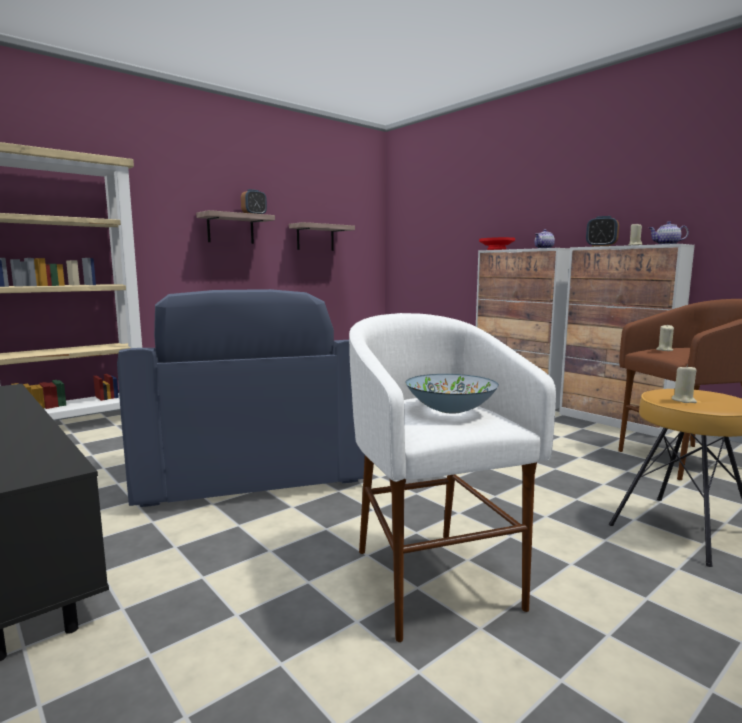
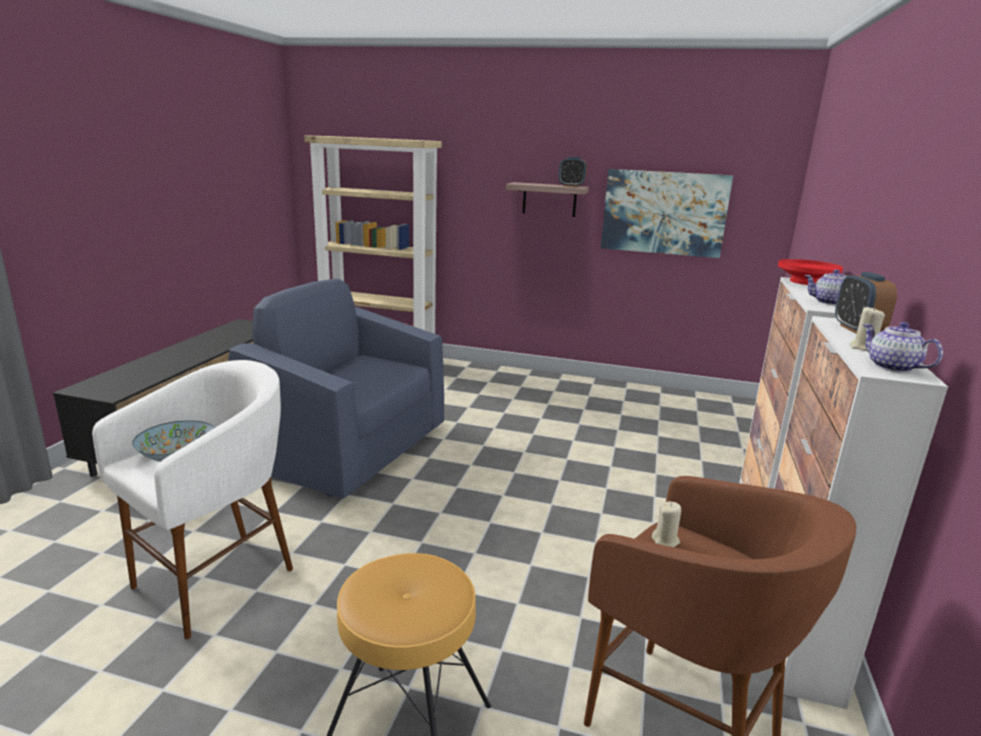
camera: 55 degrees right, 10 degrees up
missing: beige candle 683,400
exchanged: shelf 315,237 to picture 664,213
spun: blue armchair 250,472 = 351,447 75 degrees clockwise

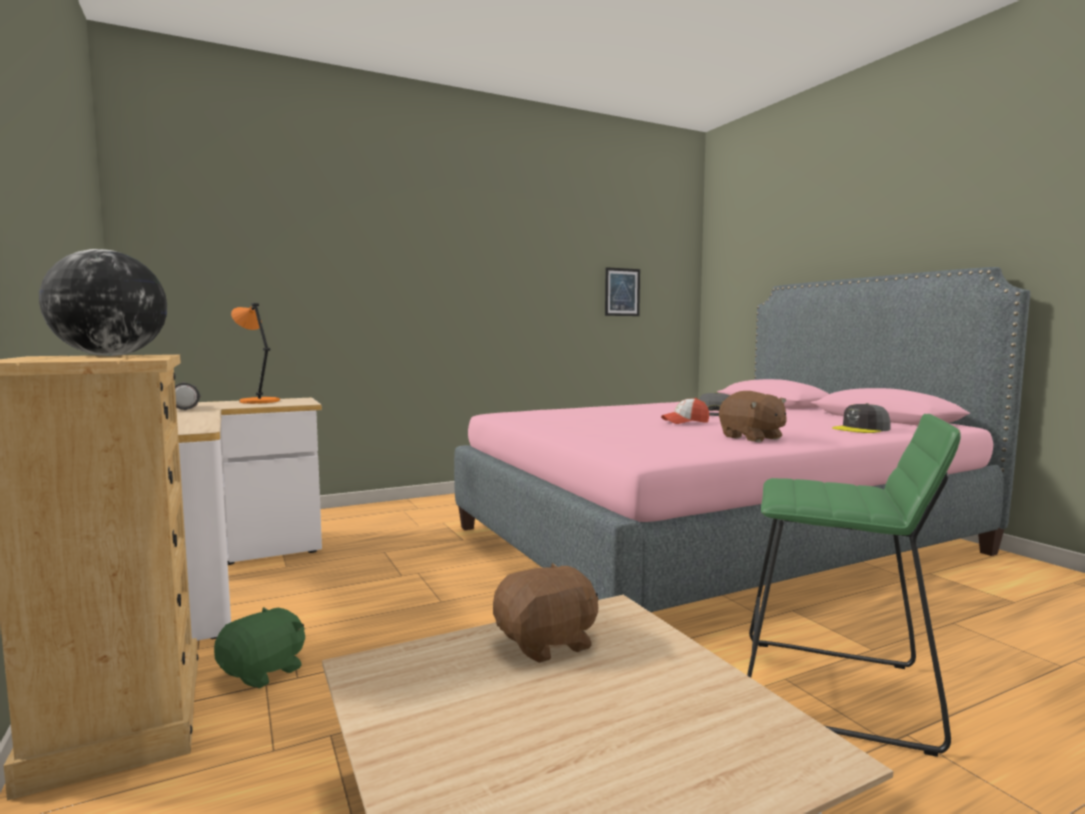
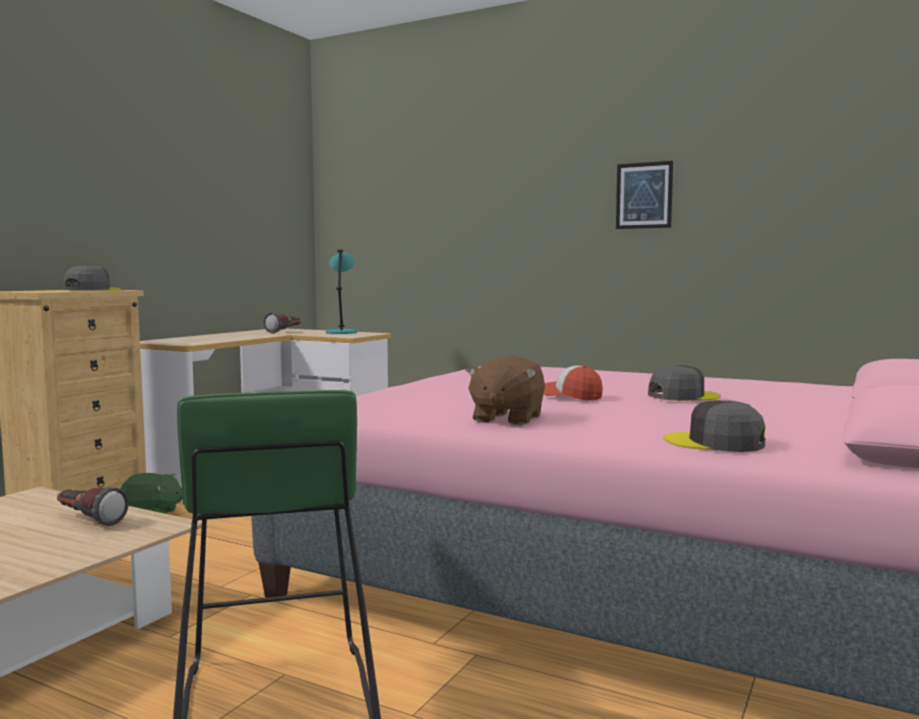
camera: 55 degrees right, 0 degrees up
relocated: picture 622,292 to 644,195
exchanged: globe 109,356 to grey cap 91,290; brown plush toy 547,643 to flashlight 88,520
colour: orange table lamp 258,401 to turquoise table lamp 341,332

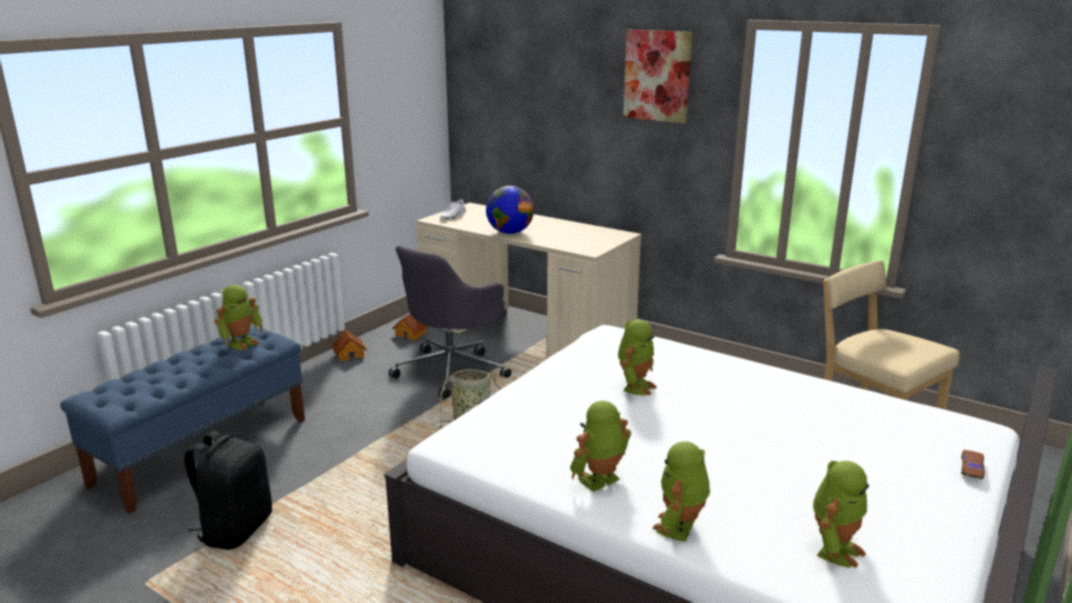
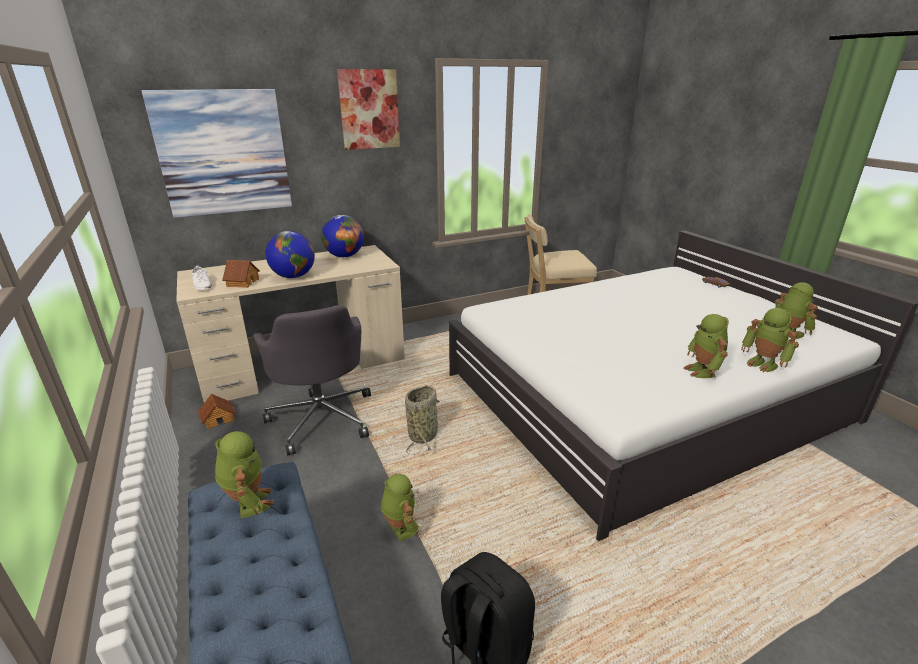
camera: 60 degrees left, 5 degrees up
appeared: picture 223,153; globe 344,256
relocated: toy robot 635,386 to 400,528; toy house 350,354 to 242,282

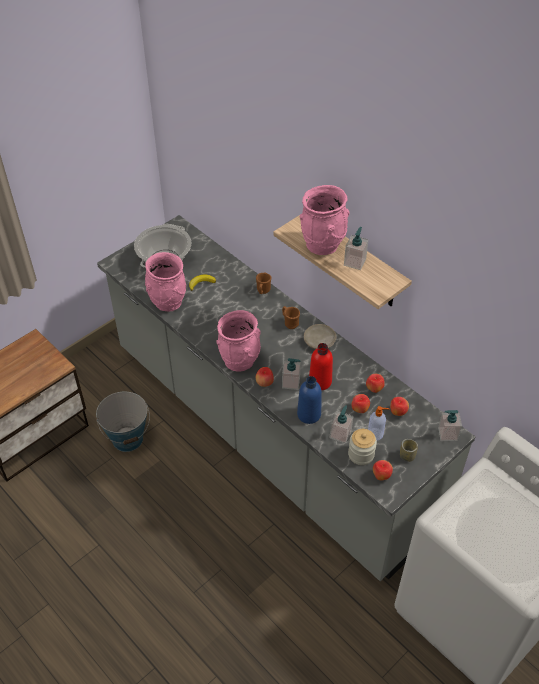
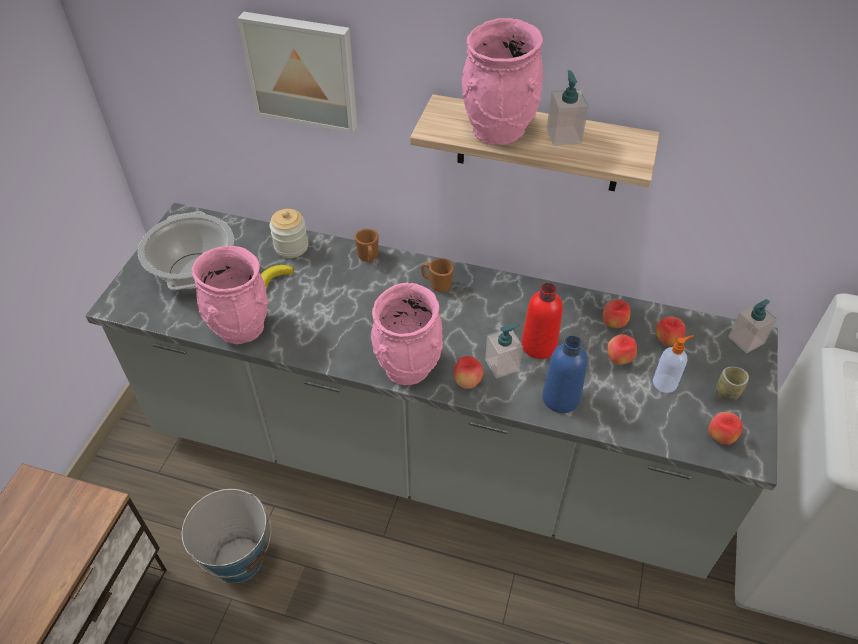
camera: 30 degrees left, 0 degrees up
missing: beige plate 319,341; soap dispenser 340,434
appeared: picture 302,70
relocated: jar 361,454 to 291,247

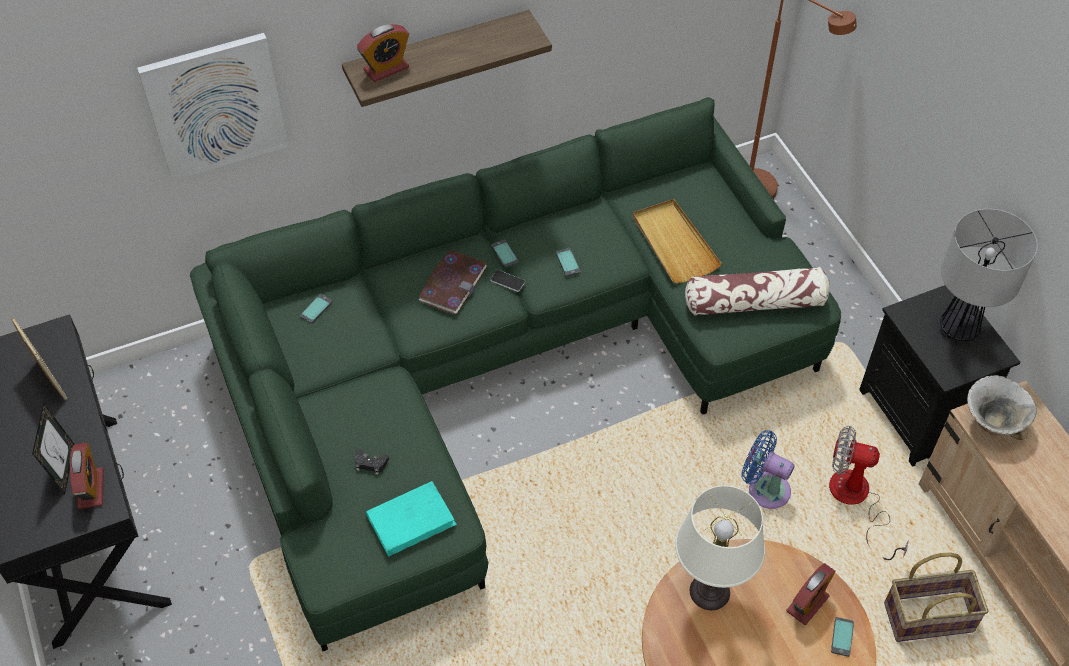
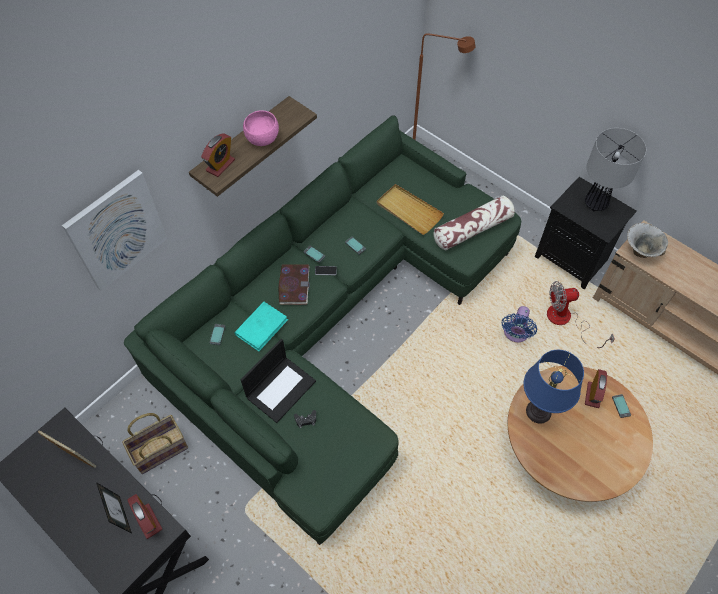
camera: 25 degrees left, 5 degrees up
appeared: pink bowl 262,139; laptop 281,388
relocated: turquoise book 411,520 to 261,327; basket 928,616 to 159,449
colour: white table lamp 710,592 to blue table lamp 538,411
spun: blue fan 764,488 = 515,334 75 degrees counterclockwise

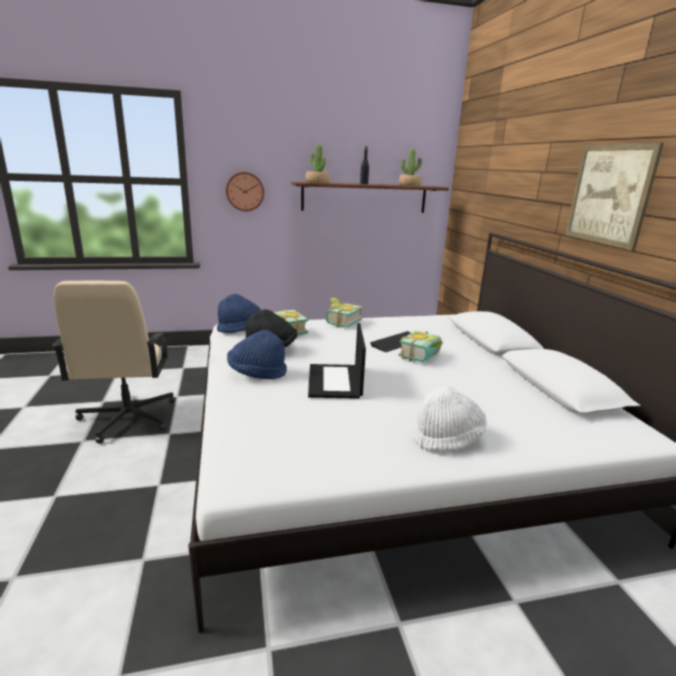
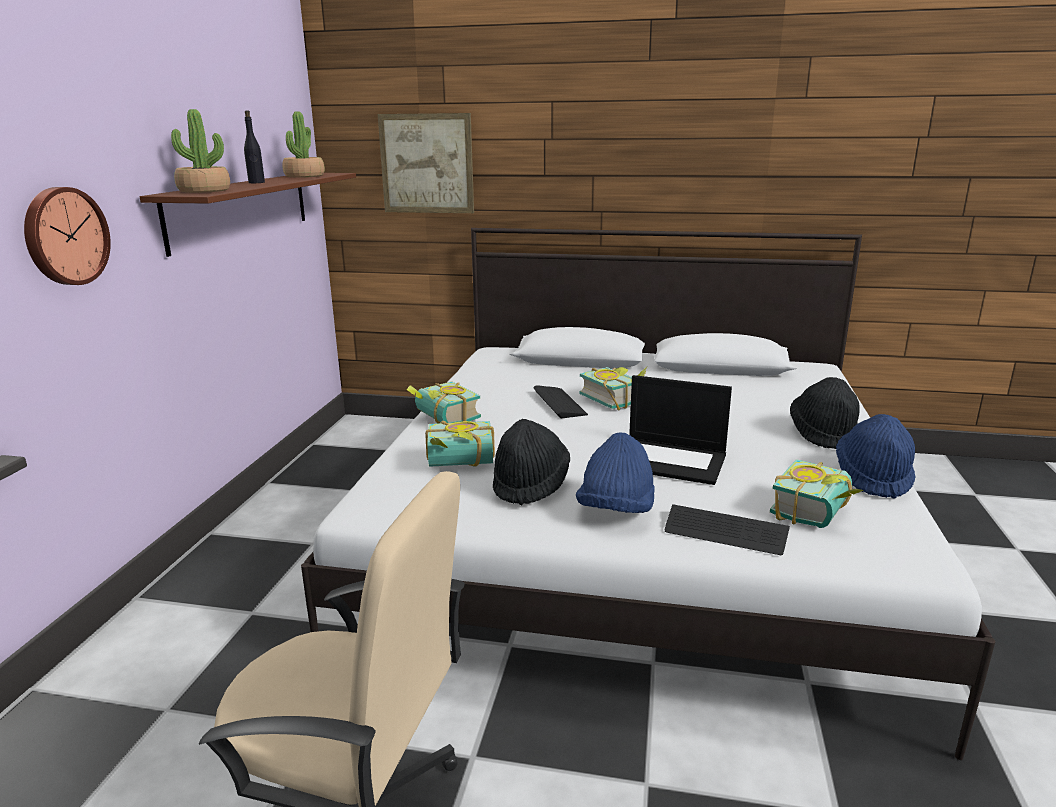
camera: 65 degrees left, 0 degrees up
appeared: book 818,513; keyboard 725,532
relocated: picture 609,195 to 427,164; blue hat 241,329 to 873,478
colour: white hat 447,438 to black hat 823,434

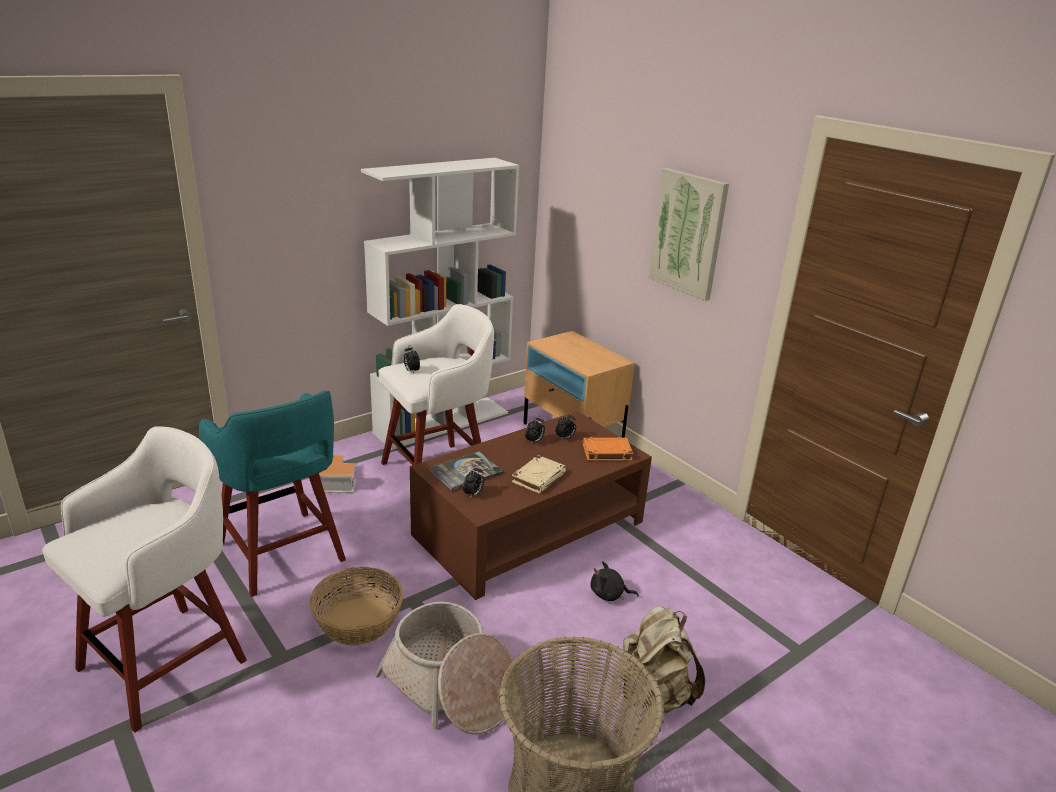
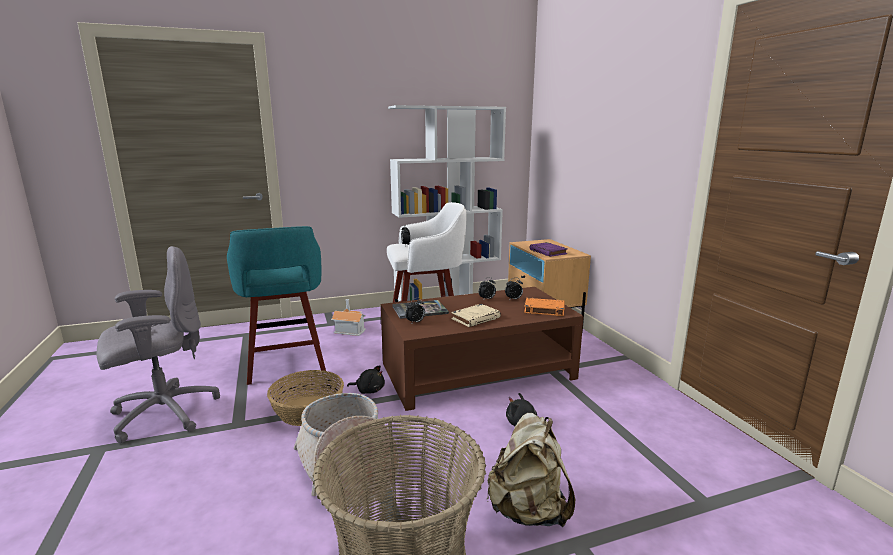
camera: 20 degrees right, 10 degrees down
missing: picture 688,233
appeared: purple book 548,252; black plush toy 369,390
exchanged: white stool 168,661 to grey office chair 163,413

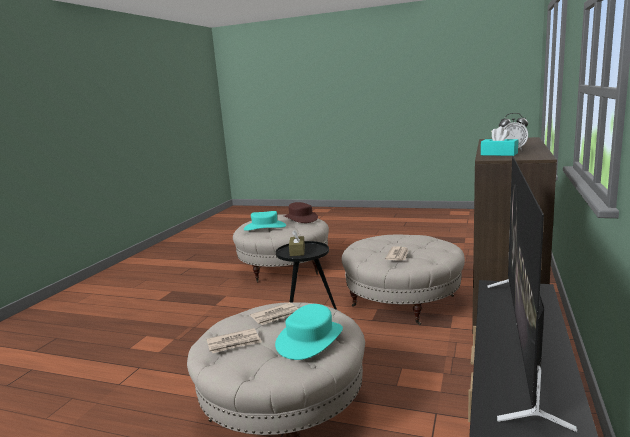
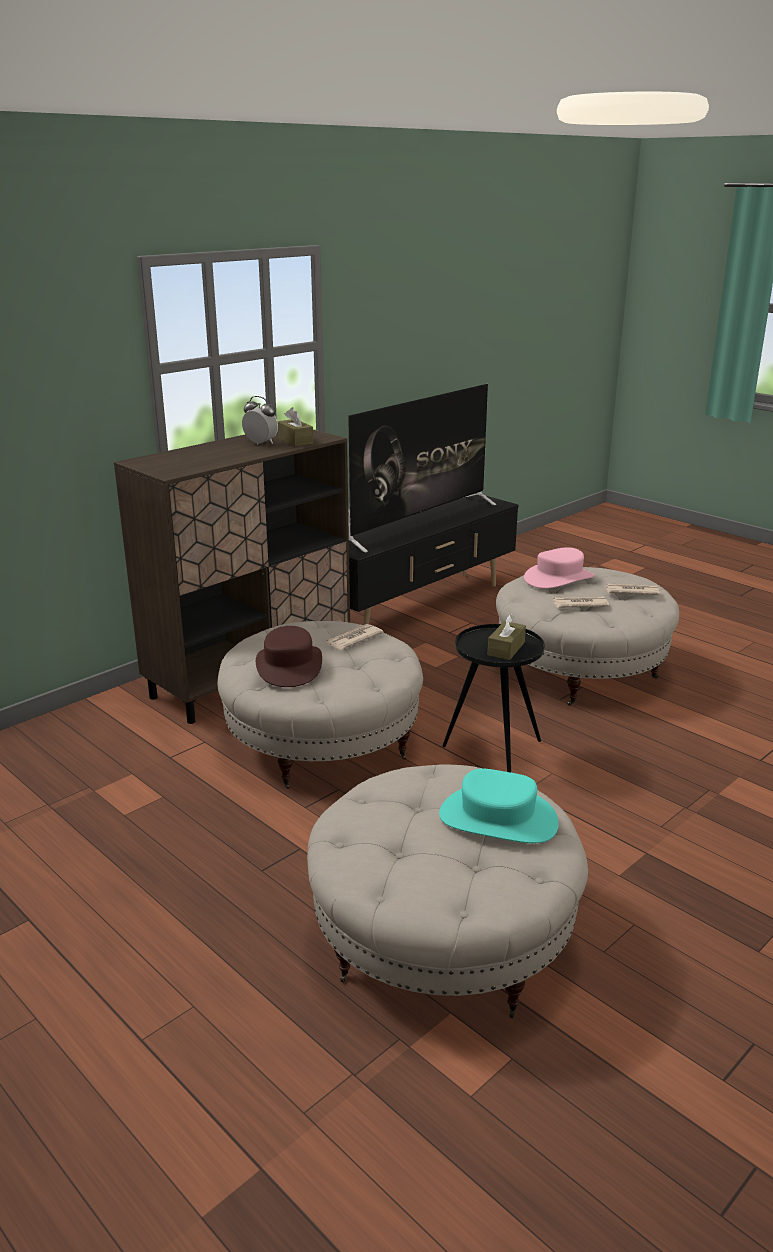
camera: 155 degrees left, 10 degrees up
relocated: brown hat 301,218 to 289,666
colour: turquoise tissue box 499,154 to brown tissue box 295,440; turquoise hat 310,339 to pink hat 559,578

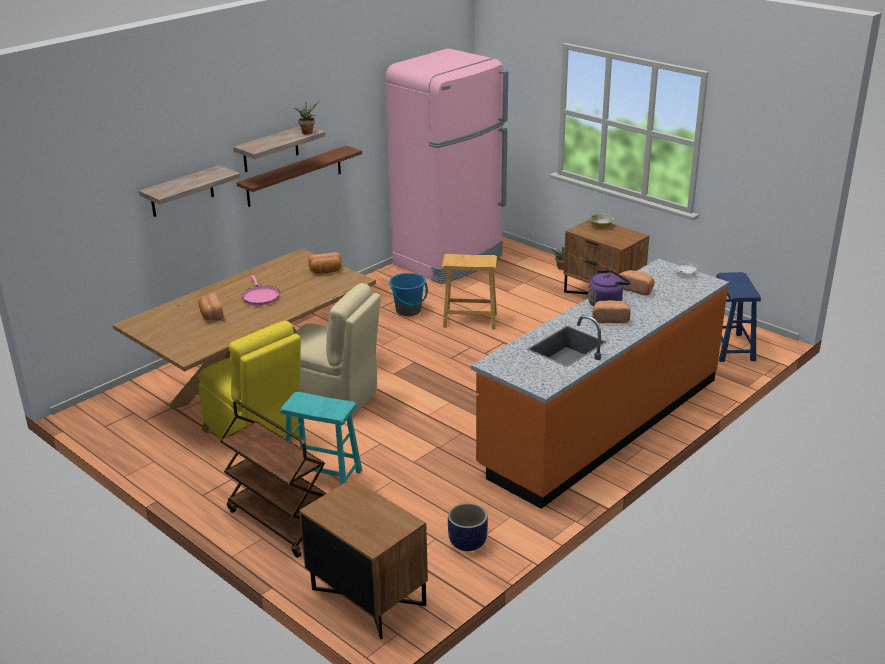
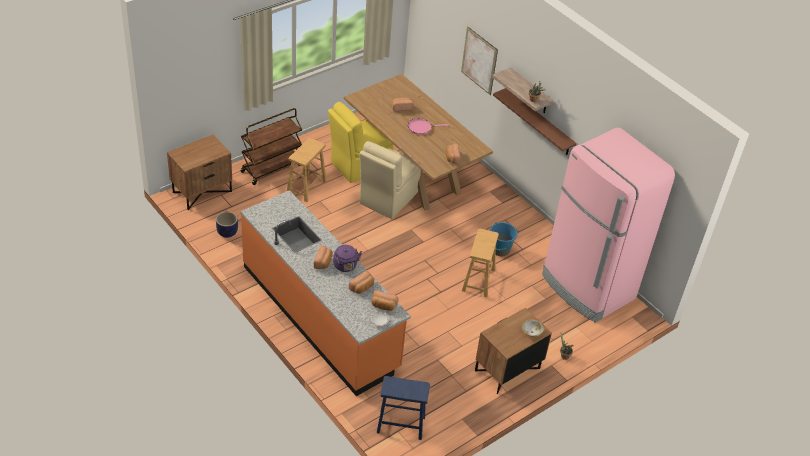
camera: 95 degrees right, 15 degrees up
appeared: bread 383,306
exchanged: shelf 182,191 to picture 479,60
colour: turquoise stool 323,476 to brown stool 306,187

